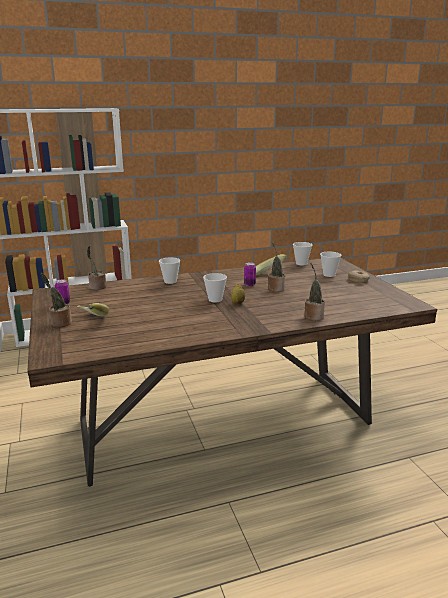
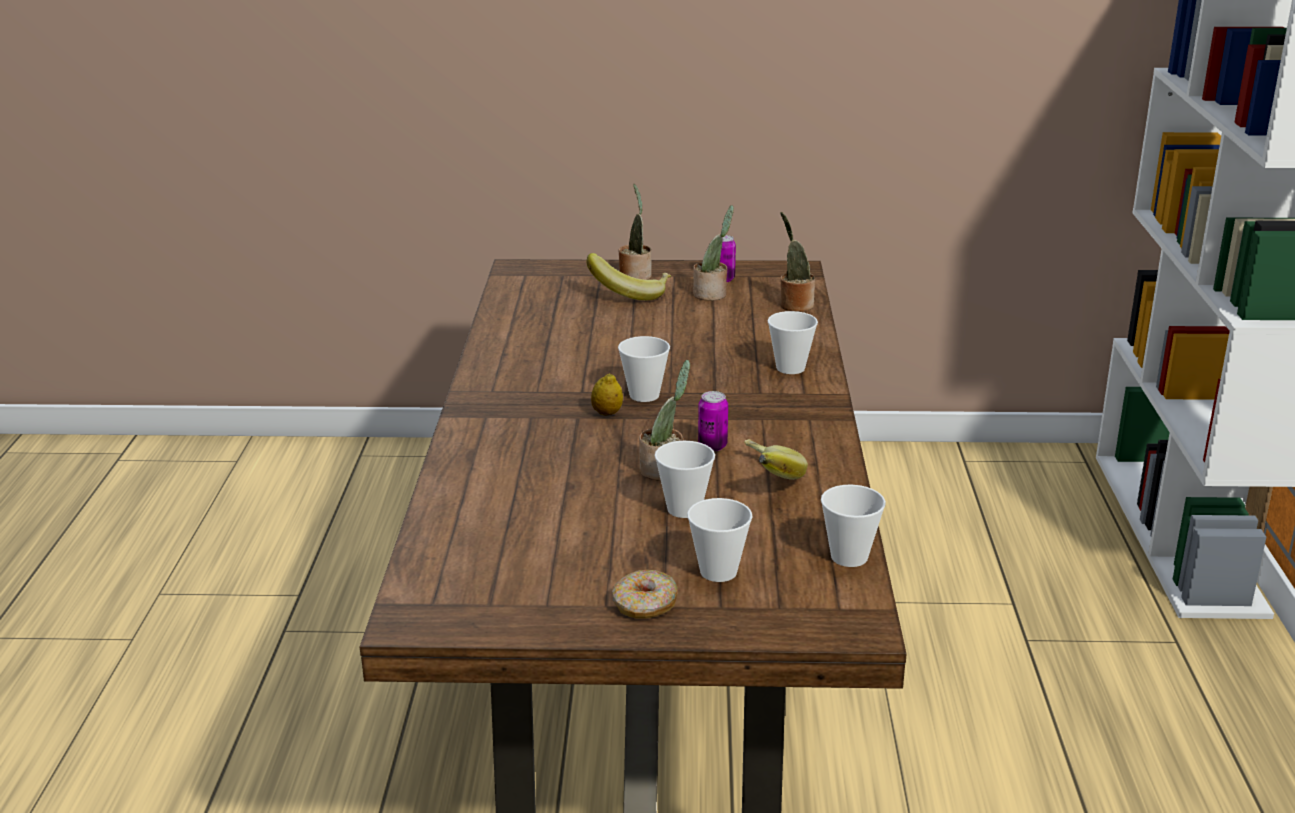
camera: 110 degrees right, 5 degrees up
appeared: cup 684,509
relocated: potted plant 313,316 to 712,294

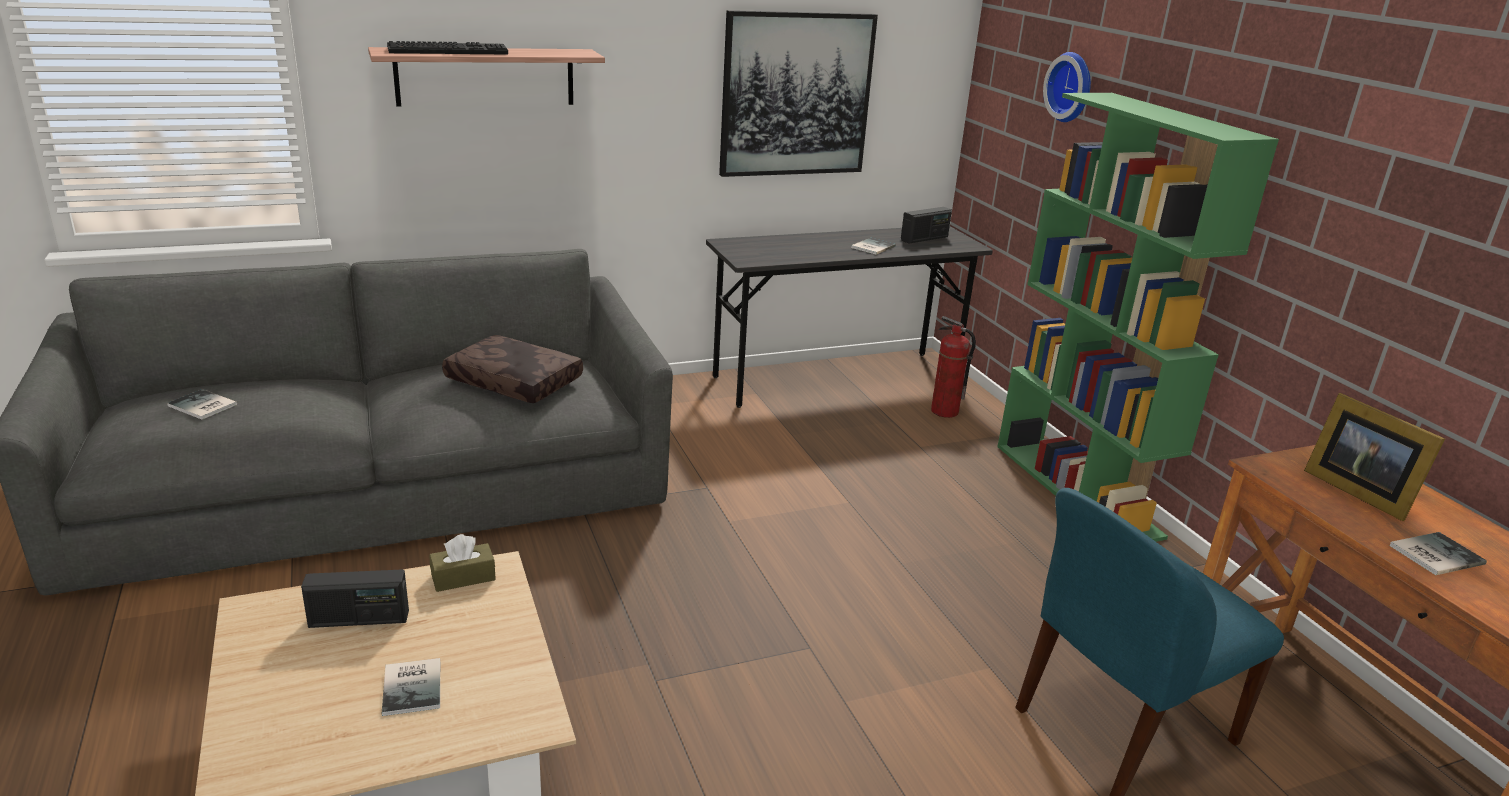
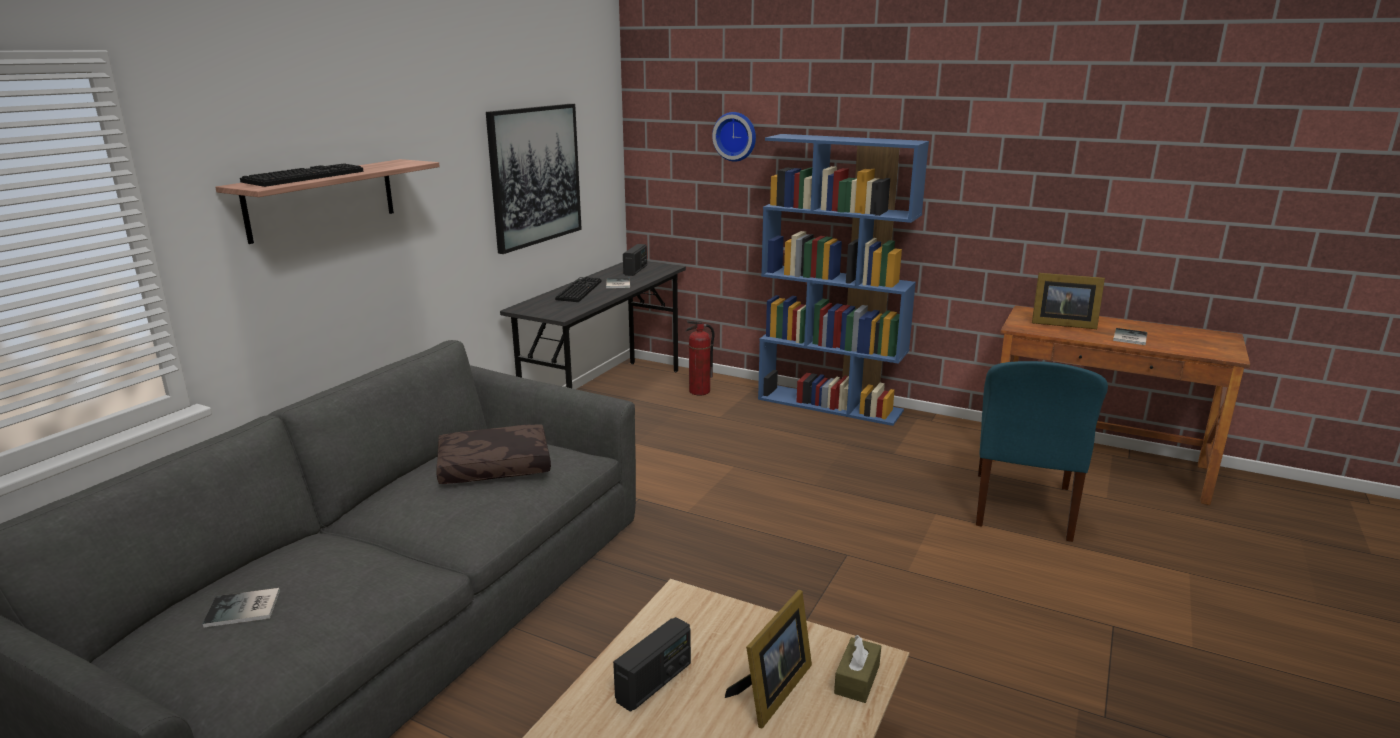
camera: 40 degrees left, 5 degrees down
appeared: keyboard 578,290
relocated: brown tissue box 463,577 to 857,679
exchanged: book 414,686 to picture frame 772,691
colour: green bookcase 1077,490 to blue bookcase 830,405

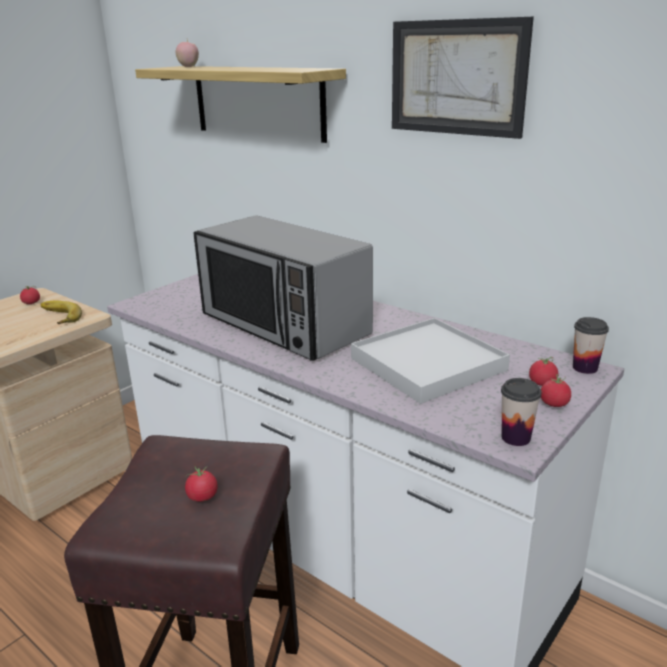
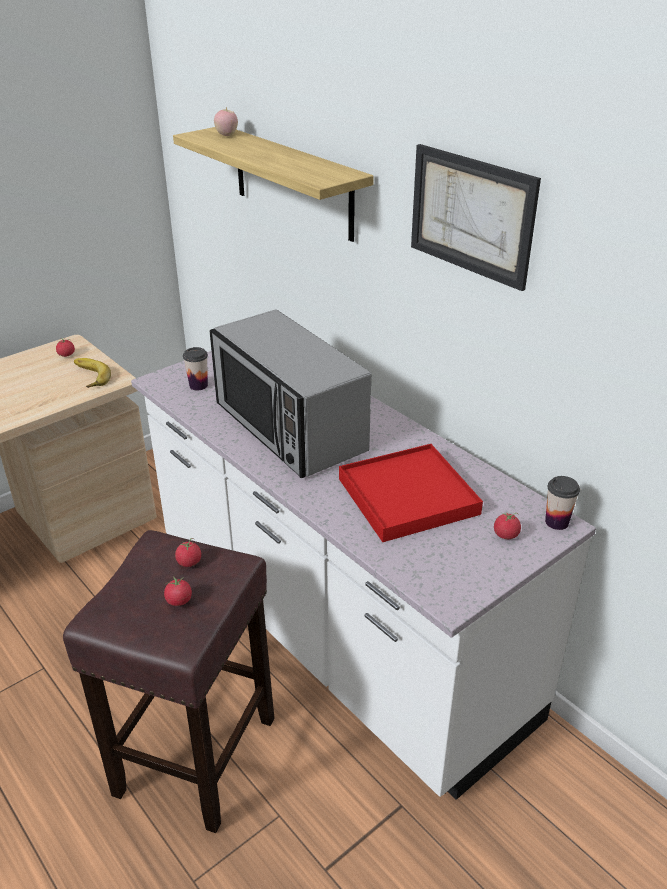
camera: 10 degrees right, 10 degrees up
relocated: tomato 554,404 to 189,562; cup 515,438 to 198,385
colour: white tray 428,364 to red tray 408,496

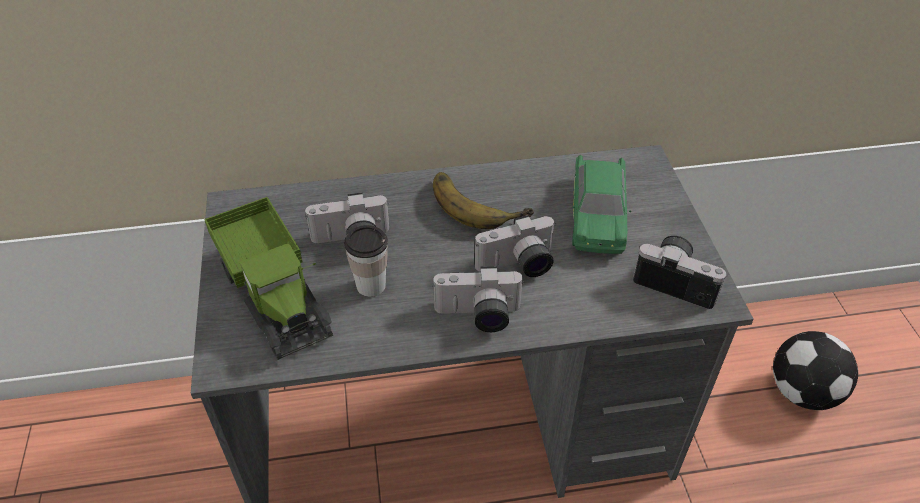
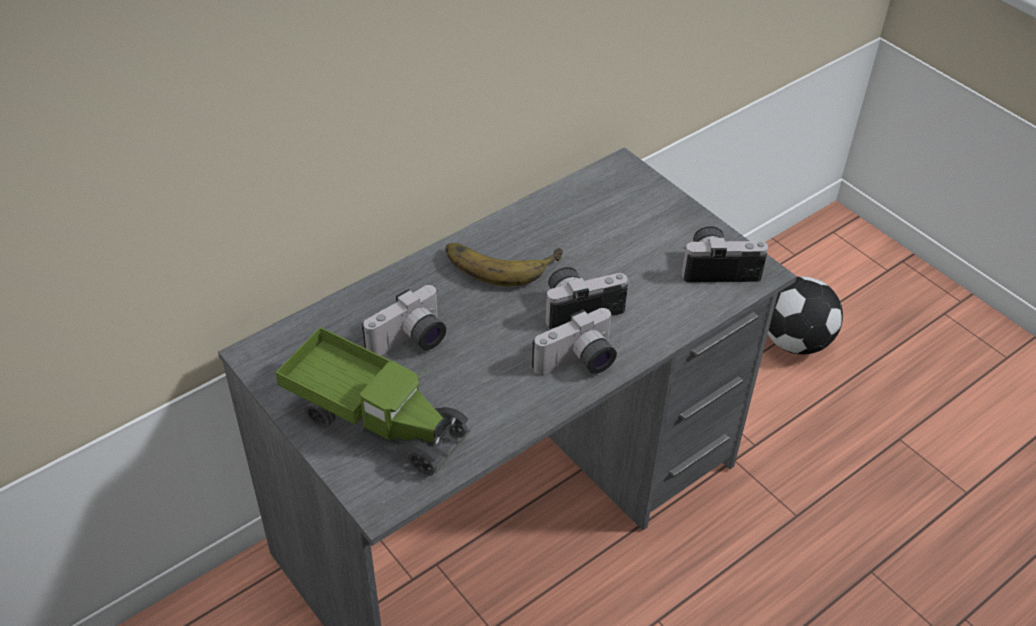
camera: 30 degrees left, 0 degrees up
missing: green toy car 597,215; cup 371,286
spun: photo camera 518,266 = 580,306 150 degrees counterclockwise

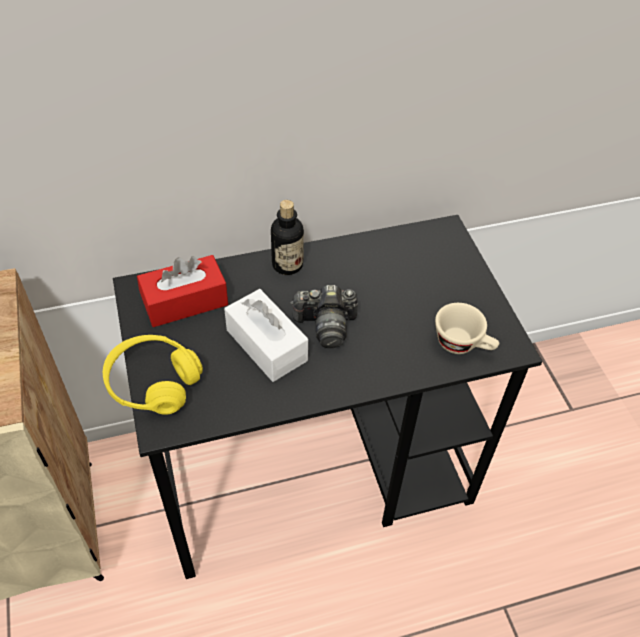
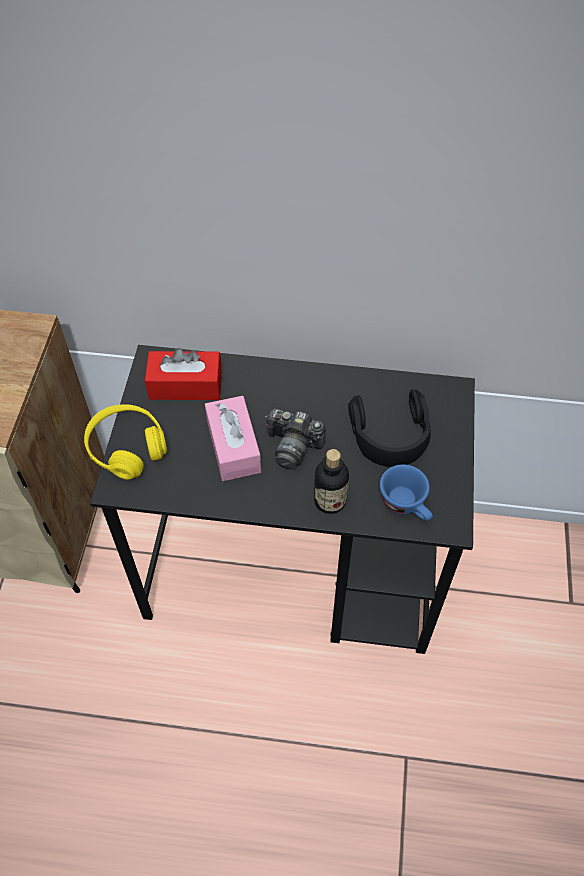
camera: 25 degrees right, 5 degrees up
appeared: black headphones 390,435
relocated: bottle 287,265 to 330,501
colour: white tissue box 266,345 to pink tissue box 233,447; beige cup 463,344 to blue cup 406,505

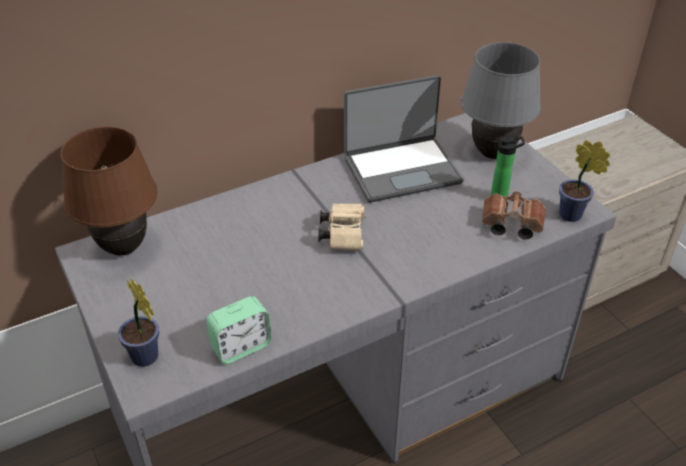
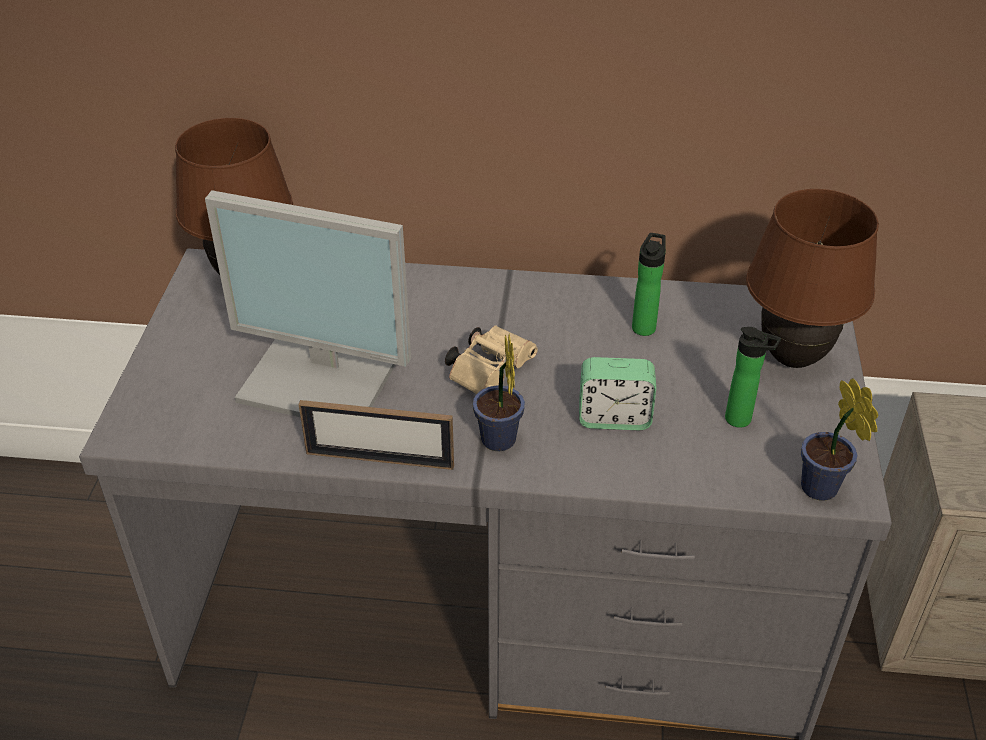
camera: 35 degrees right, 0 degrees up
missing: brown binoculars 509,225
appeared: monitor 324,376; picture frame 379,459
relocated: potted plant 147,359 to 499,443; alarm clock 241,347 to 614,418
exchanged: laptop 401,169 to bottle 644,326
colour: grey table lamp 492,153 to brown table lamp 793,357

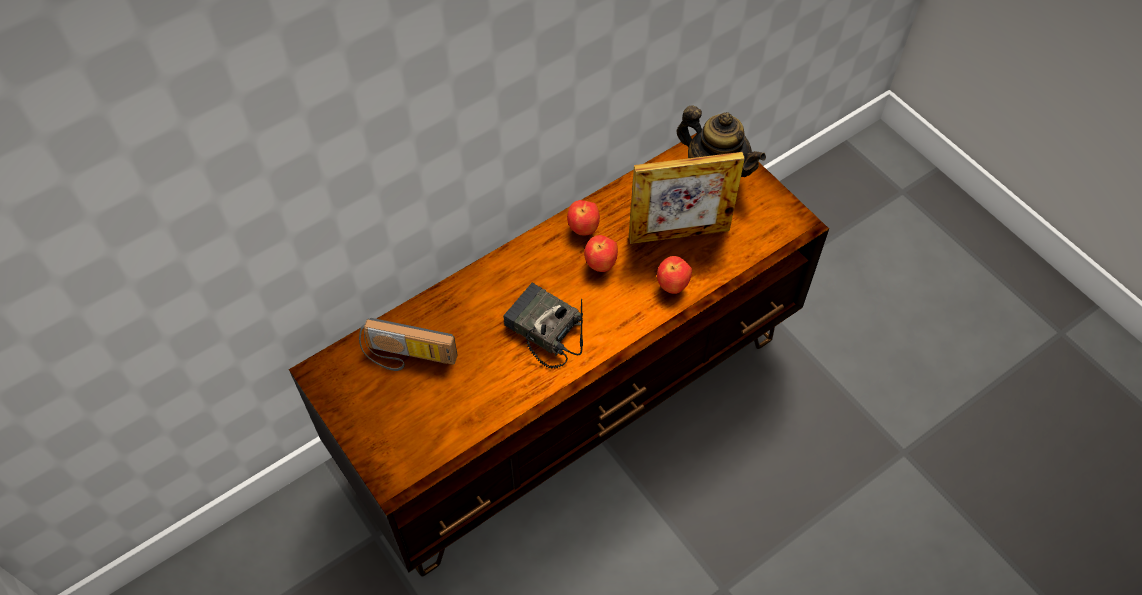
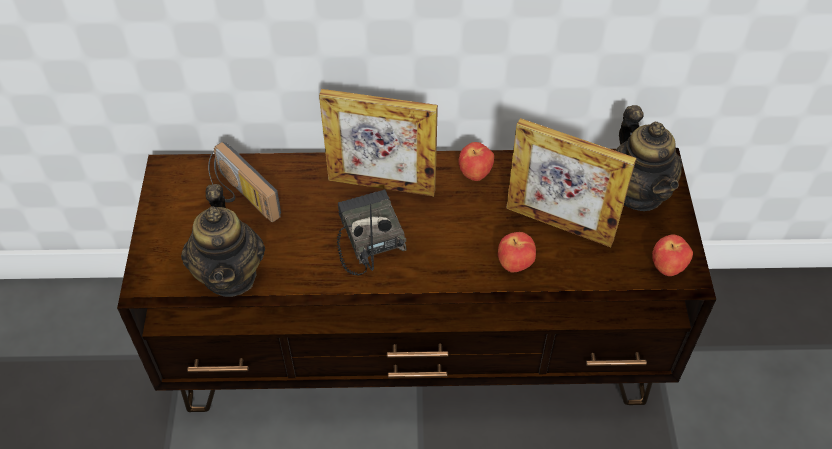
camera: 35 degrees right, 5 degrees down
appeared: picture frame 381,185; teapot 230,275
relocated: apple 601,265 to 667,268

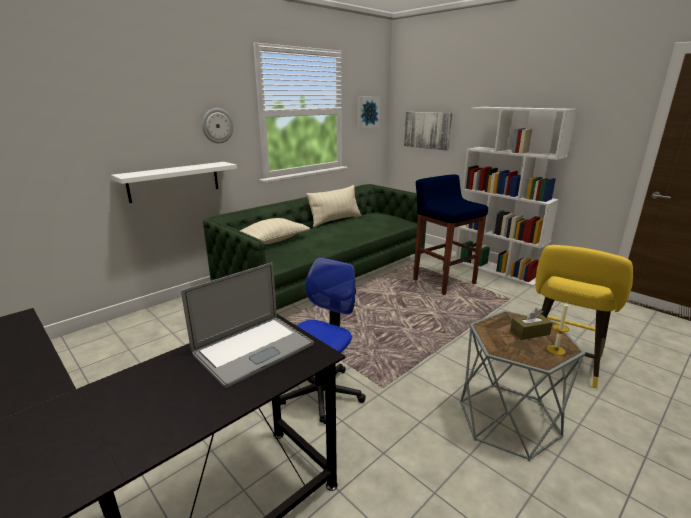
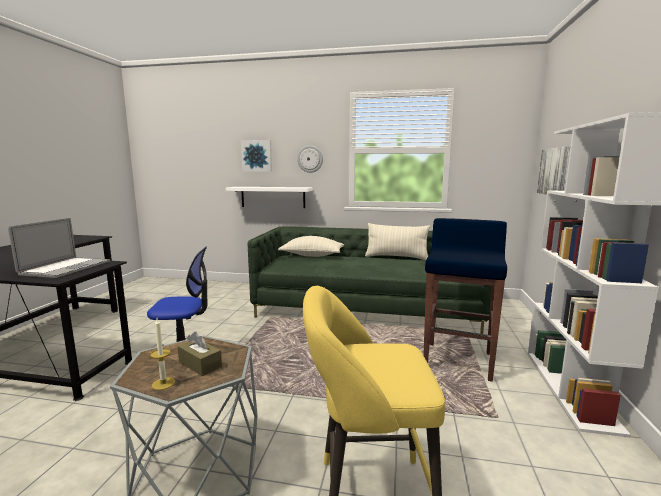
camera: 55 degrees right, 10 degrees down
relocated: picture 367,112 to 257,156
spun: laptop 253,349 = 66,268 90 degrees counterclockwise

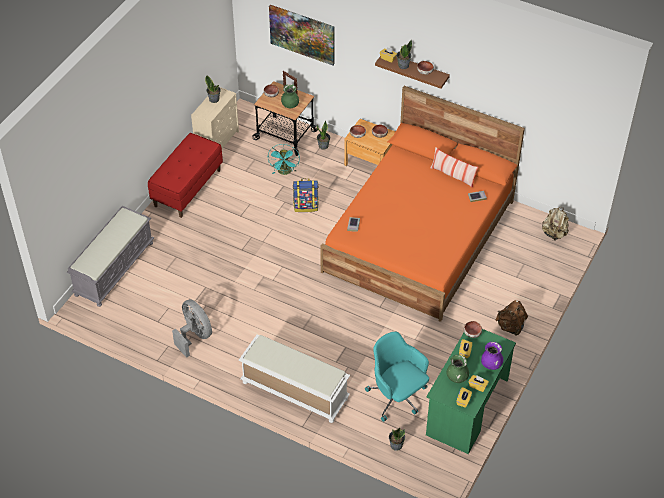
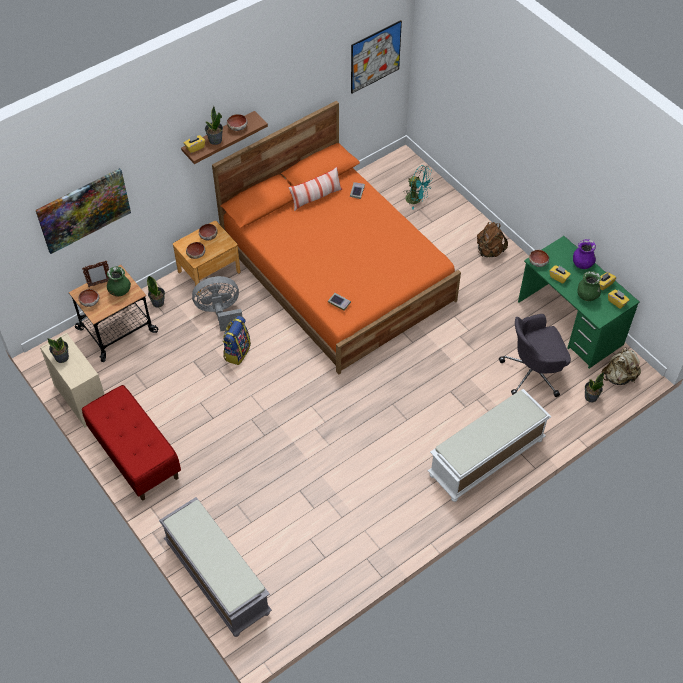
camera: 65 degrees left, 5 degrees up
appeared: picture 375,57
relocated: turquoise fan 285,172 to 417,199; beige backpack 554,233 to 619,377; grey fan 194,336 to 220,313
colour: turquoise office chair 397,397 to grey office chair 533,373

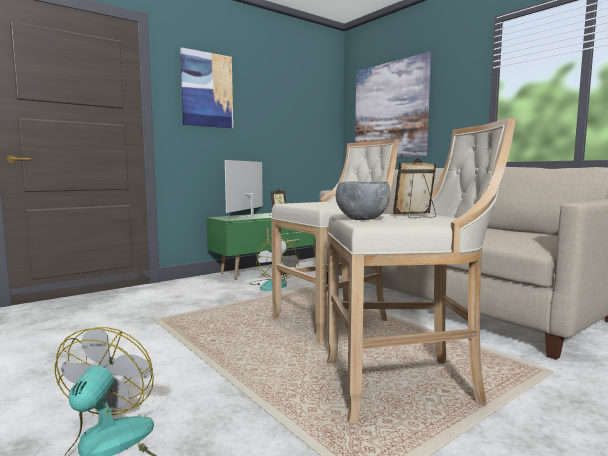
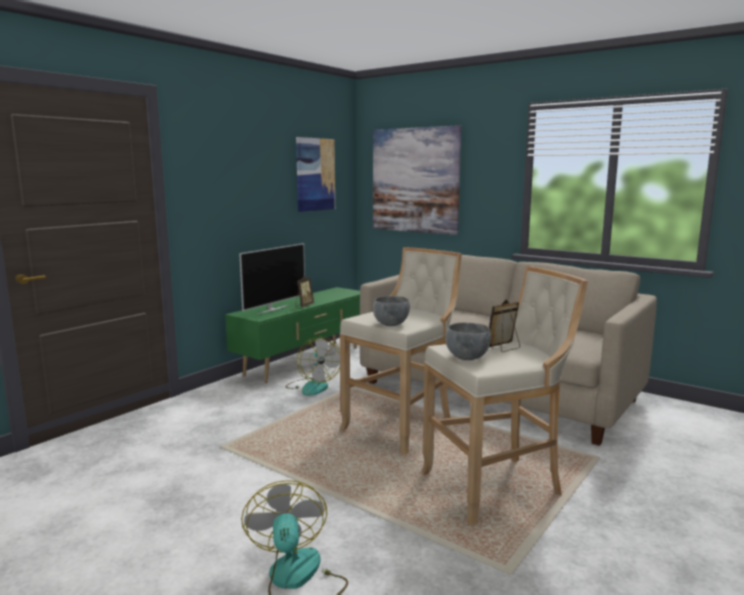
camera: 15 degrees left, 5 degrees up
appeared: grey bowl 390,324
relocated: picture 207,90 to 315,174
spun: television 249,216 = 273,309 150 degrees counterclockwise

